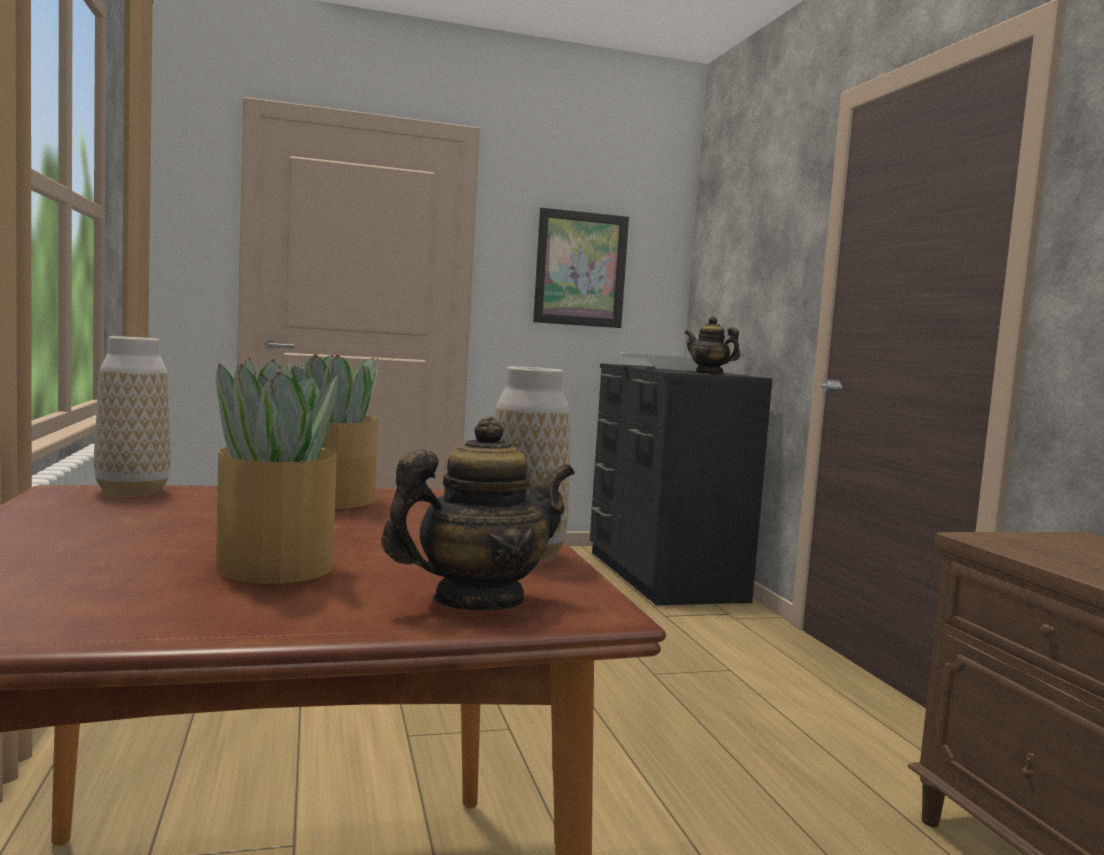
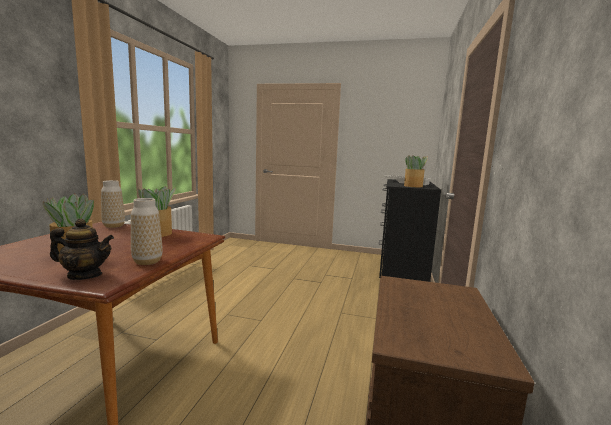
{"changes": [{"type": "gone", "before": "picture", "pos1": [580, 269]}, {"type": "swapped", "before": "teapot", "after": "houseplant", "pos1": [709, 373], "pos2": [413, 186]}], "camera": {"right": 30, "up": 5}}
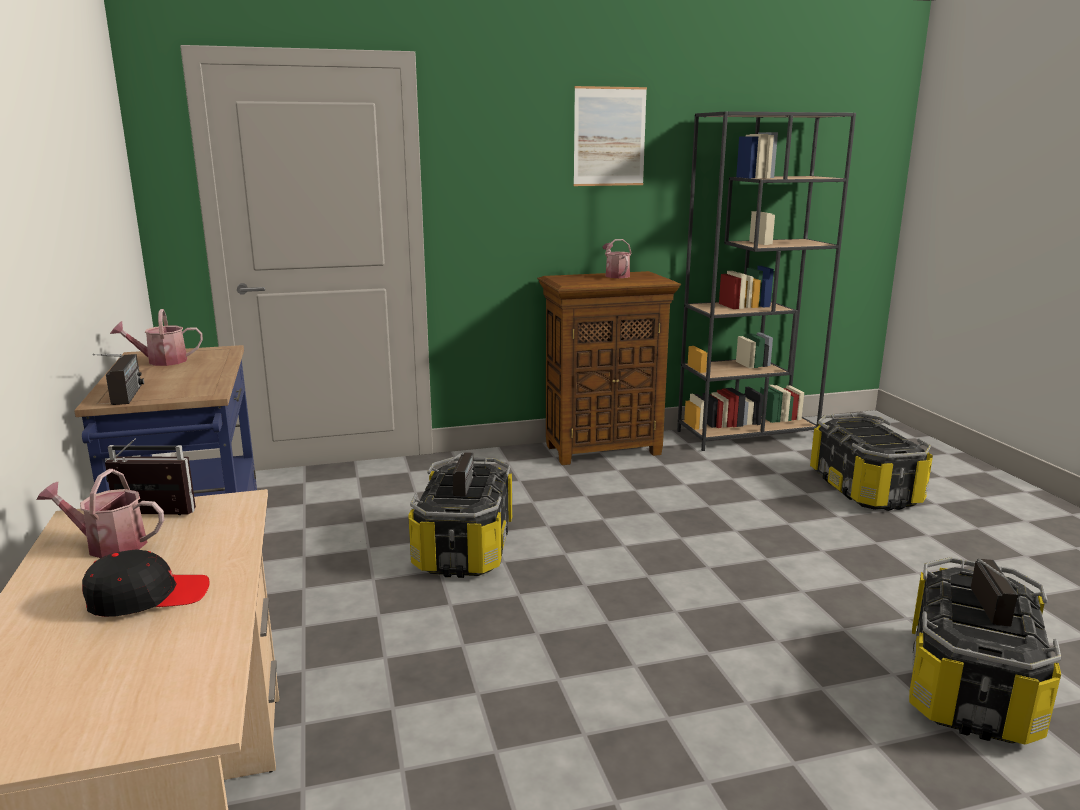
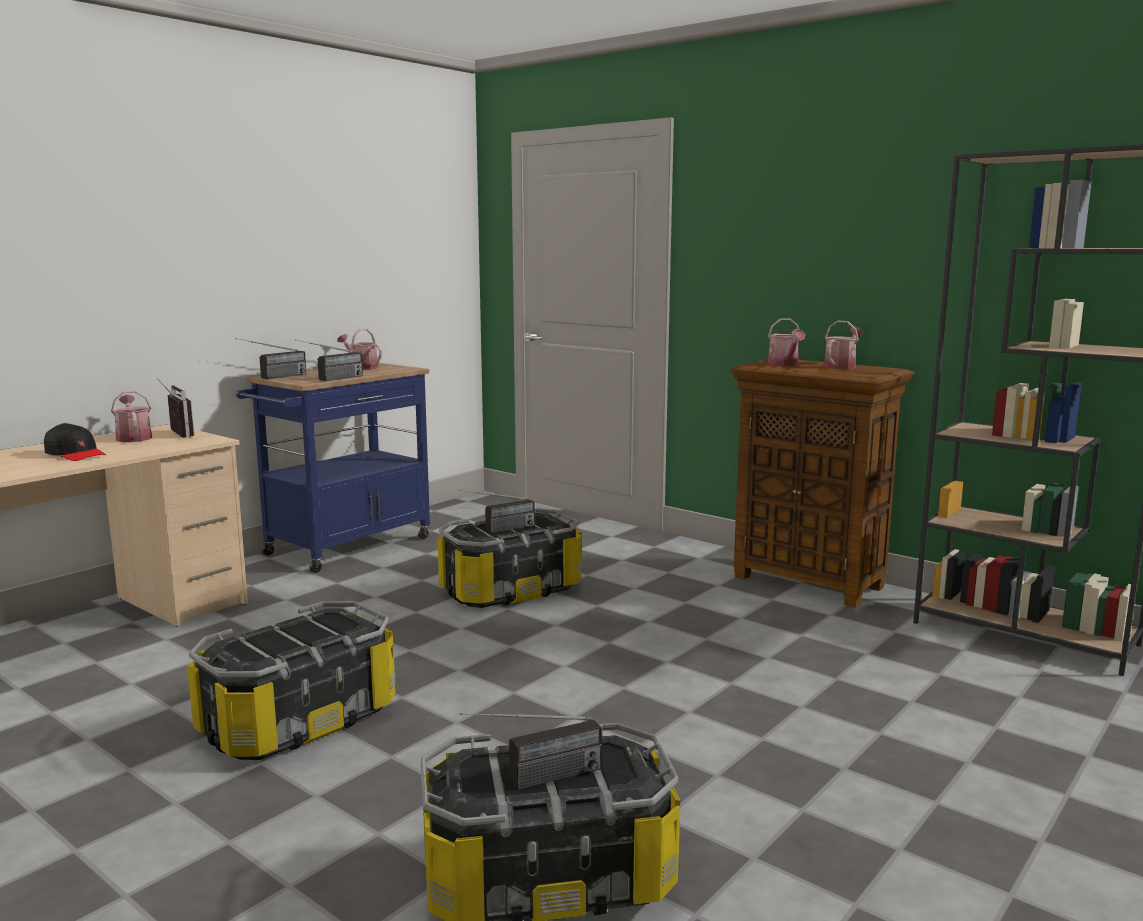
{"changes": [{"type": "gone", "before": "picture", "pos1": [609, 137]}, {"type": "shifted", "before": "storage_box", "pos1": [865, 488], "pos2": [299, 722]}, {"type": "new", "after": "sprinkling_can", "pos2": [784, 364]}, {"type": "new", "after": "radio", "pos2": [331, 379]}], "camera": {"right": 55, "up": -5}}
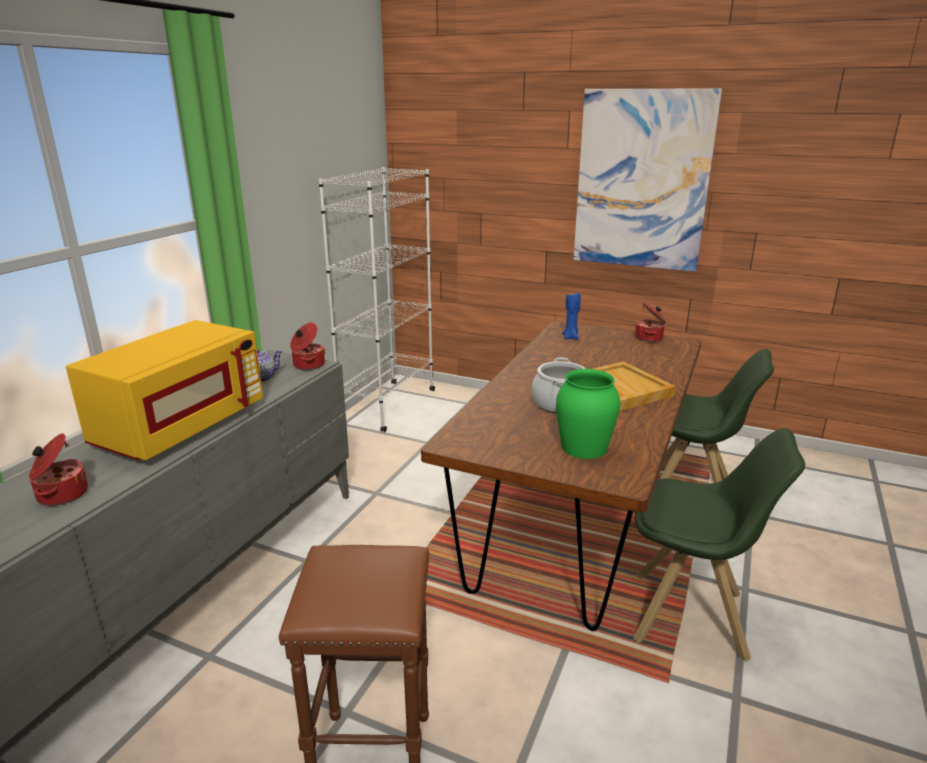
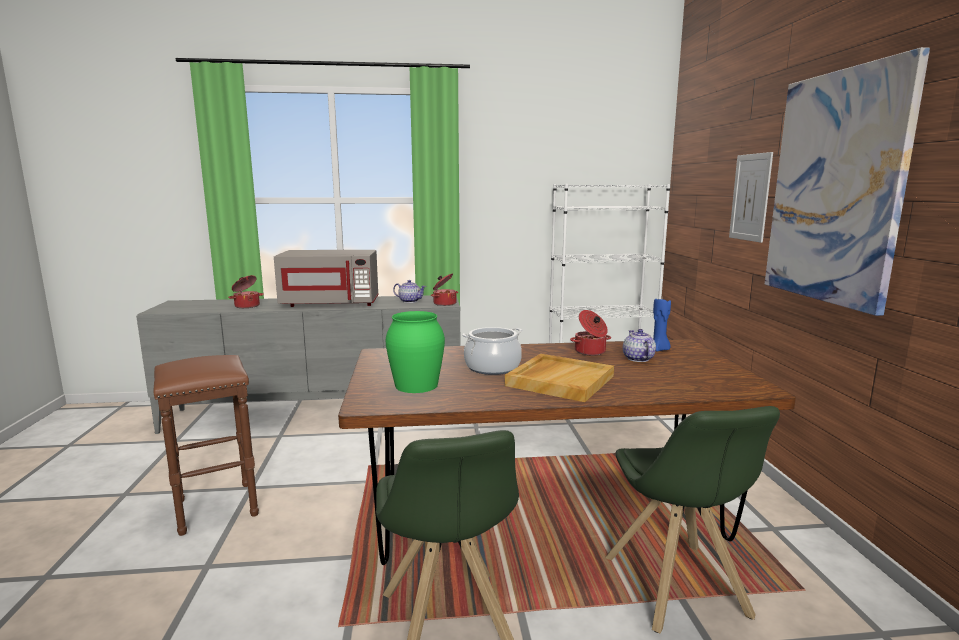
{"changes": [{"type": "shifted", "before": "cooking_pot", "pos1": [649, 338], "pos2": [590, 352]}, {"type": "repainted", "before": "yellow-coloured_microwave_oven", "after": "gray_microwave_oven", "pos1": [180, 426], "pos2": [331, 304]}, {"type": "new", "after": "picture", "pos2": [750, 197]}, {"type": "new", "after": "teapot", "pos2": [638, 359]}], "camera": {"right": 60, "up": -10}}
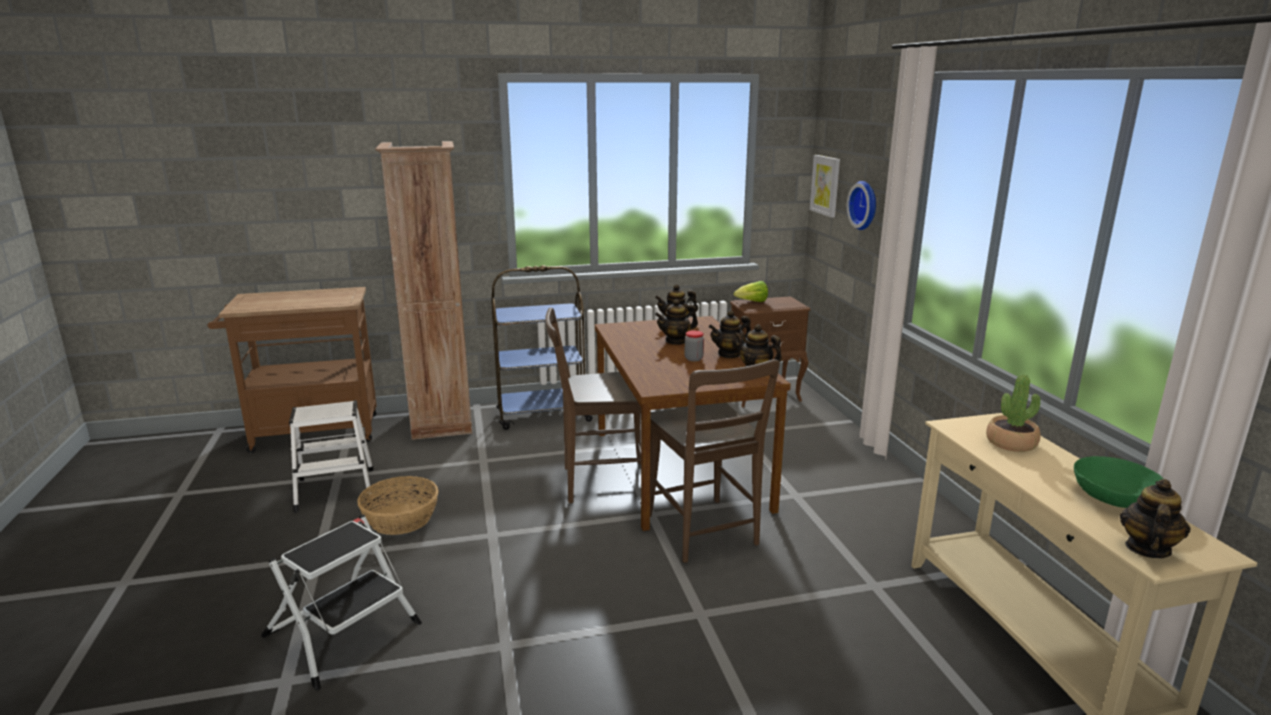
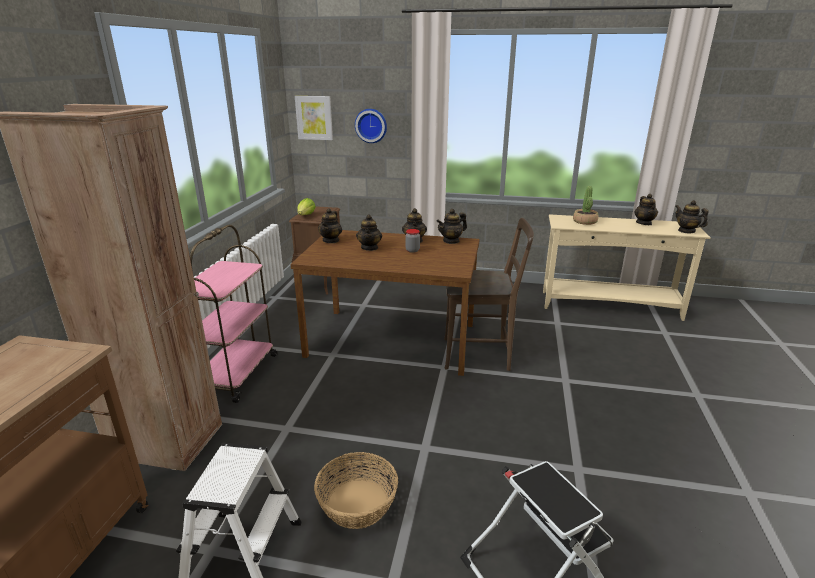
{"changes": [{"type": "repainted", "before": "bluish_cart", "after": "pink-coloured_cart", "pos1": [542, 417], "pos2": [237, 376]}, {"type": "gone", "before": "brownish_chair", "pos1": [600, 482]}, {"type": "swapped", "before": "green_deep_dish", "after": "teapot", "pos1": [1114, 498], "pos2": [644, 223]}], "camera": {"right": -65, "up": 5}}
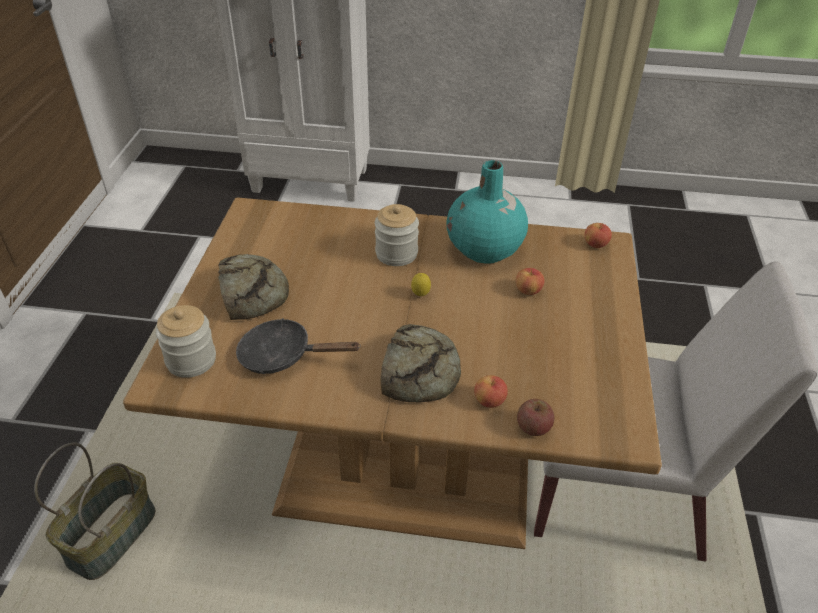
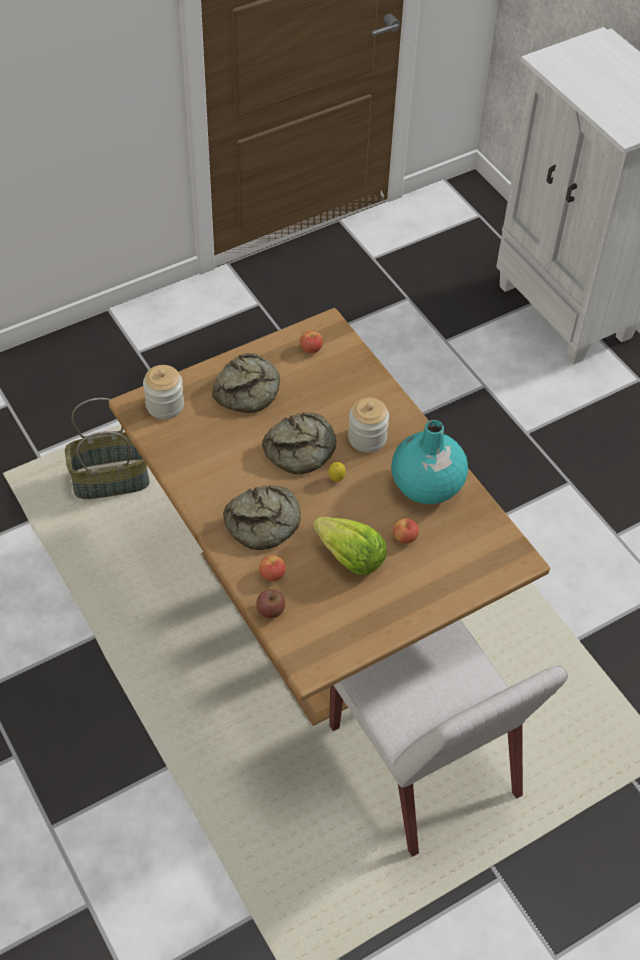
{"changes": [{"type": "shifted", "before": "apple_fruit", "pos1": [595, 244], "pos2": [311, 349]}, {"type": "gone", "before": "black_pan", "pos1": [283, 355]}, {"type": "new", "after": "baked_bread", "pos2": [302, 449]}, {"type": "new", "after": "lettuce_head", "pos2": [350, 558]}], "camera": {"right": 50, "up": 10}}
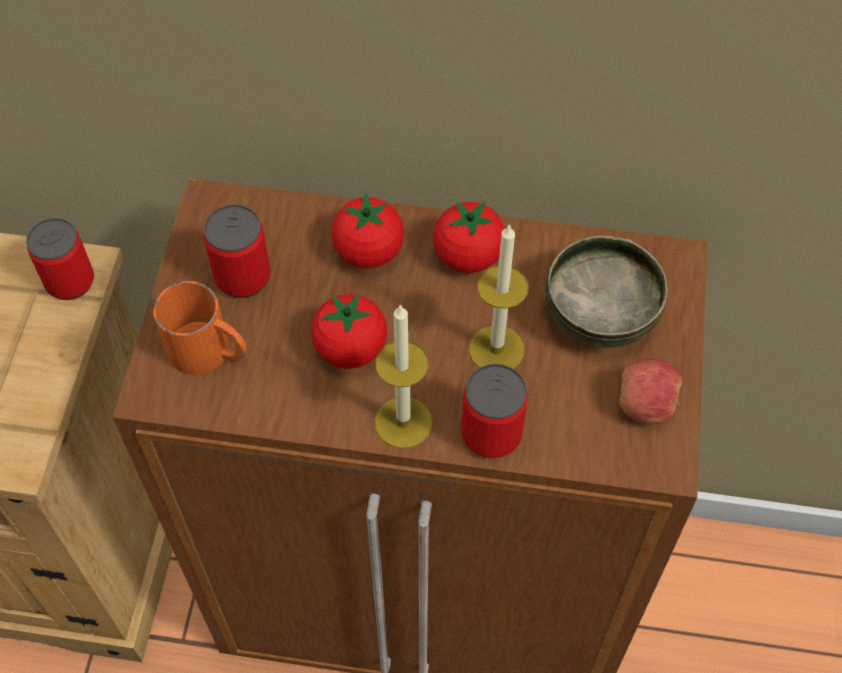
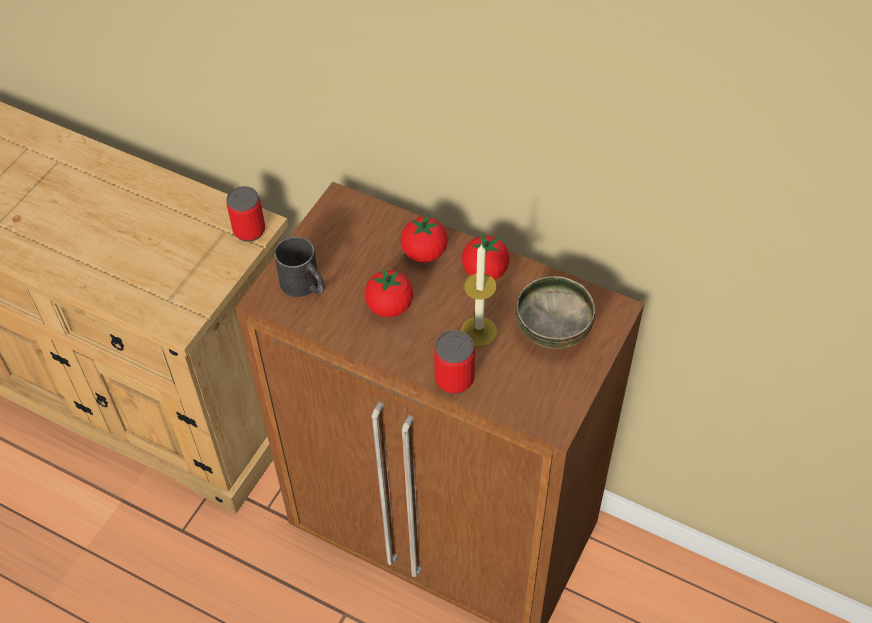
{"changes": [{"type": "gone", "before": "can", "pos1": [243, 277]}, {"type": "repainted", "before": "orangey_mug", "after": "black_mug", "pos1": [210, 352], "pos2": [305, 286]}, {"type": "gone", "before": "wax_candle", "pos1": [403, 422]}, {"type": "gone", "before": "apple_fruit", "pos1": [646, 405]}], "camera": {"right": 20, "up": -5}}
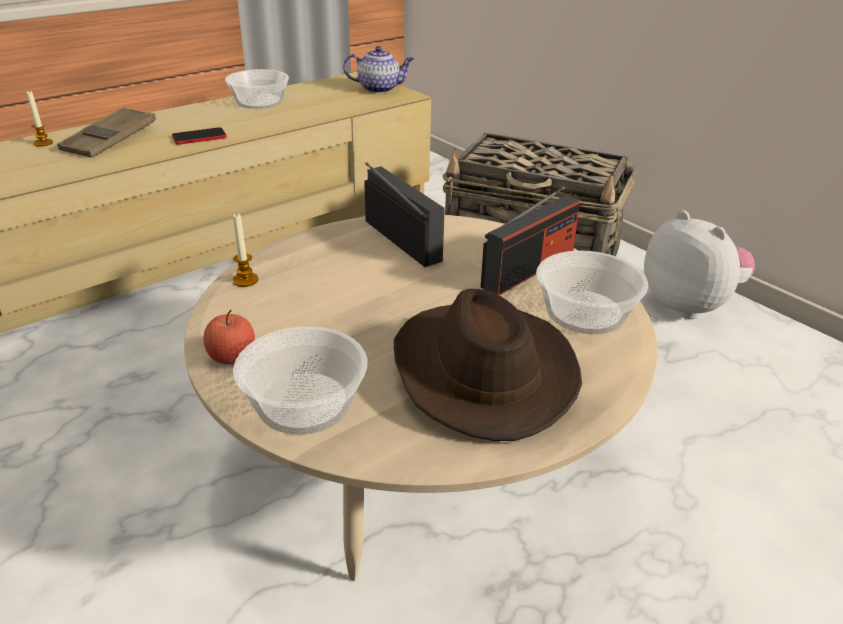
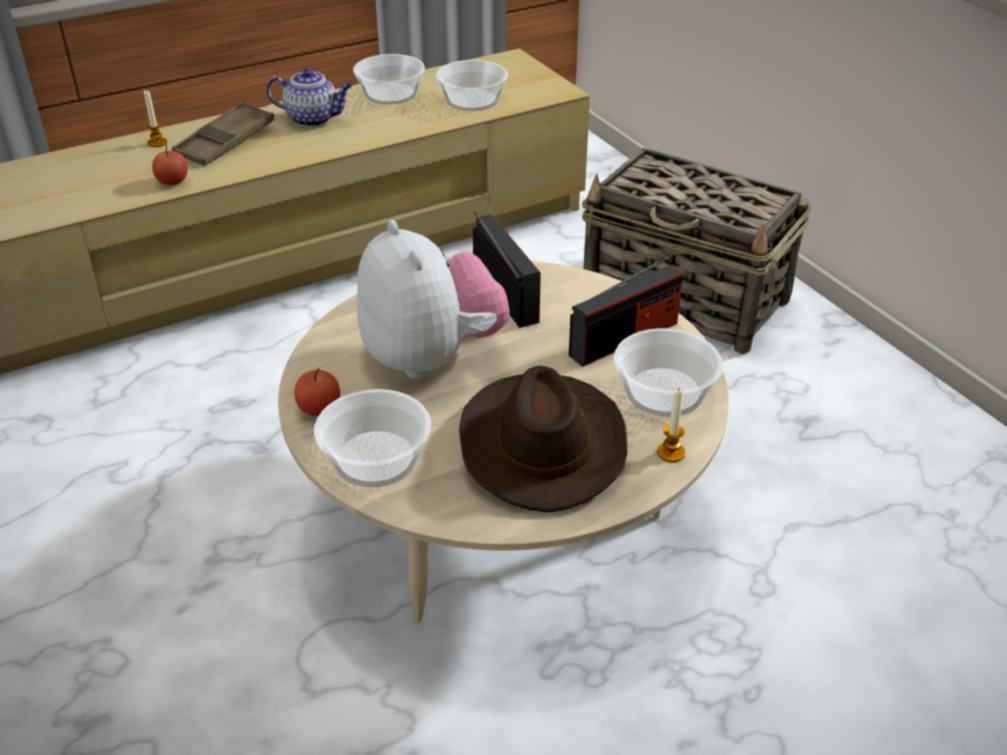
{"changes": [{"type": "shifted", "before": "teapot", "pos1": [380, 89], "pos2": [314, 119]}, {"type": "gone", "before": "telephone", "pos1": [199, 137]}, {"type": "shifted", "before": "cuddly_toy", "pos1": [689, 305], "pos2": [431, 357]}, {"type": "shifted", "before": "wax_candle", "pos1": [245, 280], "pos2": [671, 452]}, {"type": "new", "after": "deep_dish", "pos2": [471, 100]}, {"type": "new", "after": "apple_fruit", "pos2": [172, 181]}], "camera": {"right": 10, "up": 5}}
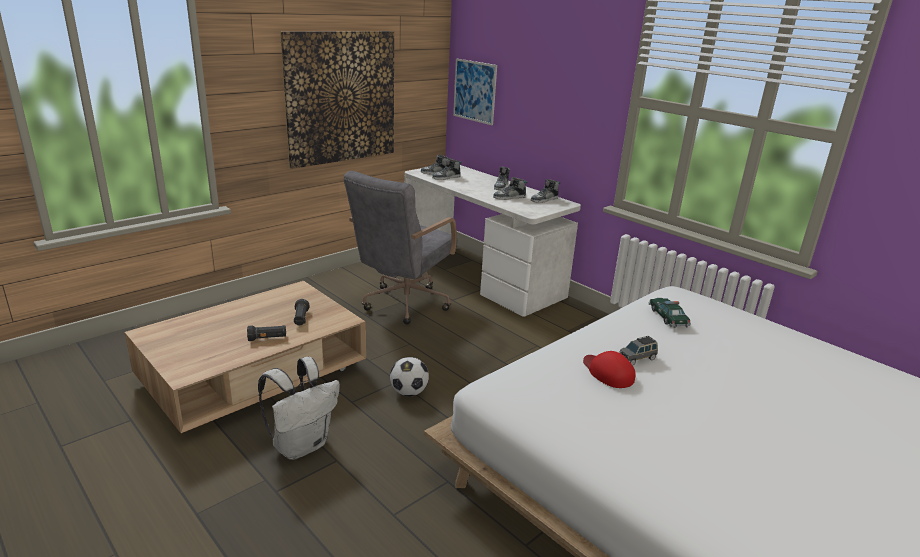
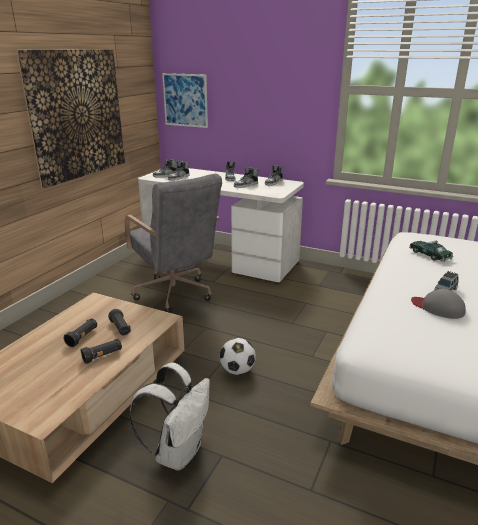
{"changes": [{"type": "rotated", "before": "gray_computer_chair", "pos1": [403, 306], "pos2": [176, 296], "turn": -45}, {"type": "repainted", "before": "red_baseball_cap", "after": "gray_baseball_cap", "pos1": [607, 372], "pos2": [438, 308]}, {"type": "new", "after": "black_torch", "pos2": [82, 337]}], "camera": {"right": -20, "up": 0}}
